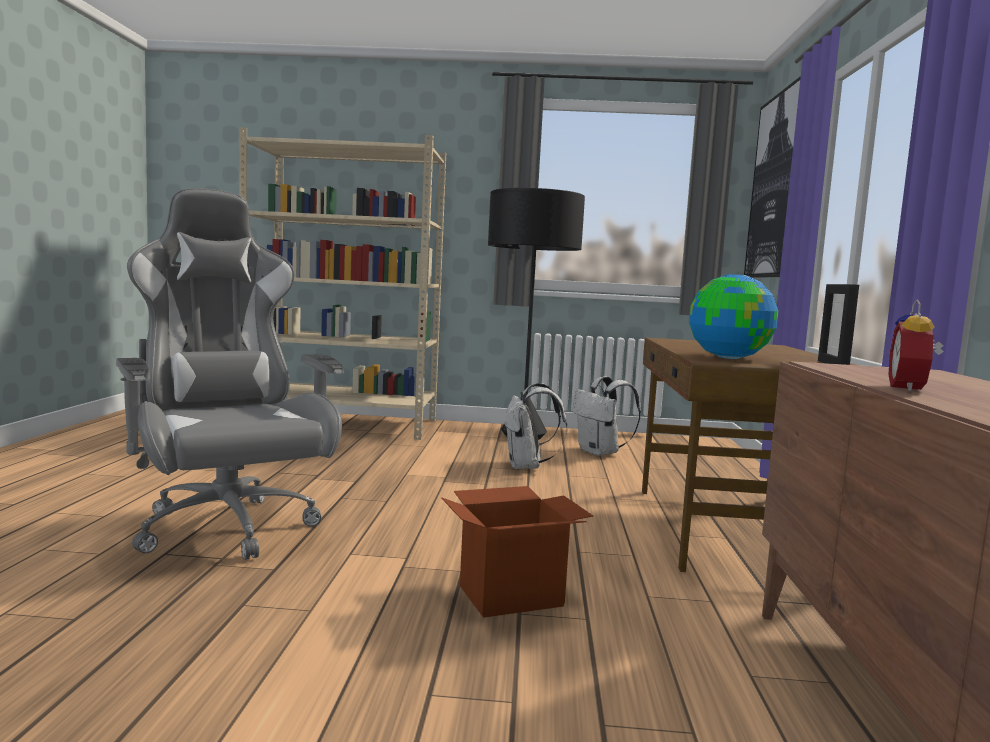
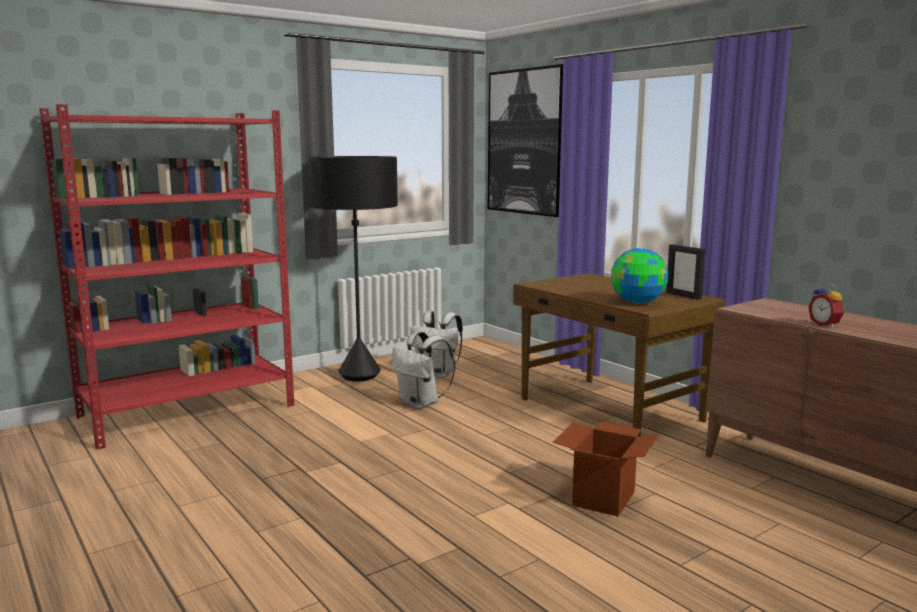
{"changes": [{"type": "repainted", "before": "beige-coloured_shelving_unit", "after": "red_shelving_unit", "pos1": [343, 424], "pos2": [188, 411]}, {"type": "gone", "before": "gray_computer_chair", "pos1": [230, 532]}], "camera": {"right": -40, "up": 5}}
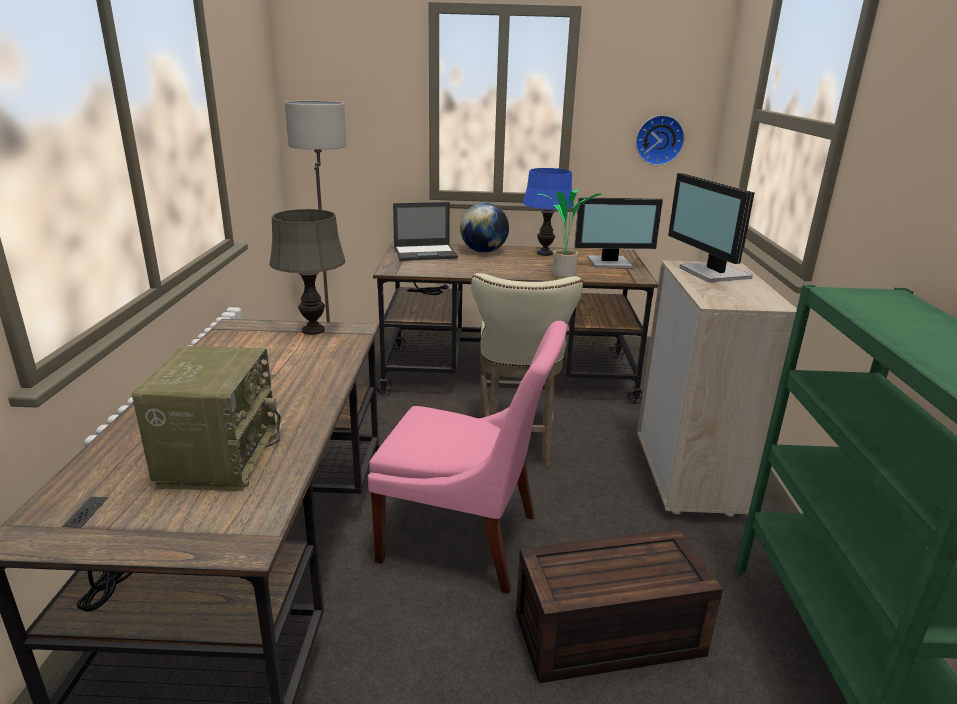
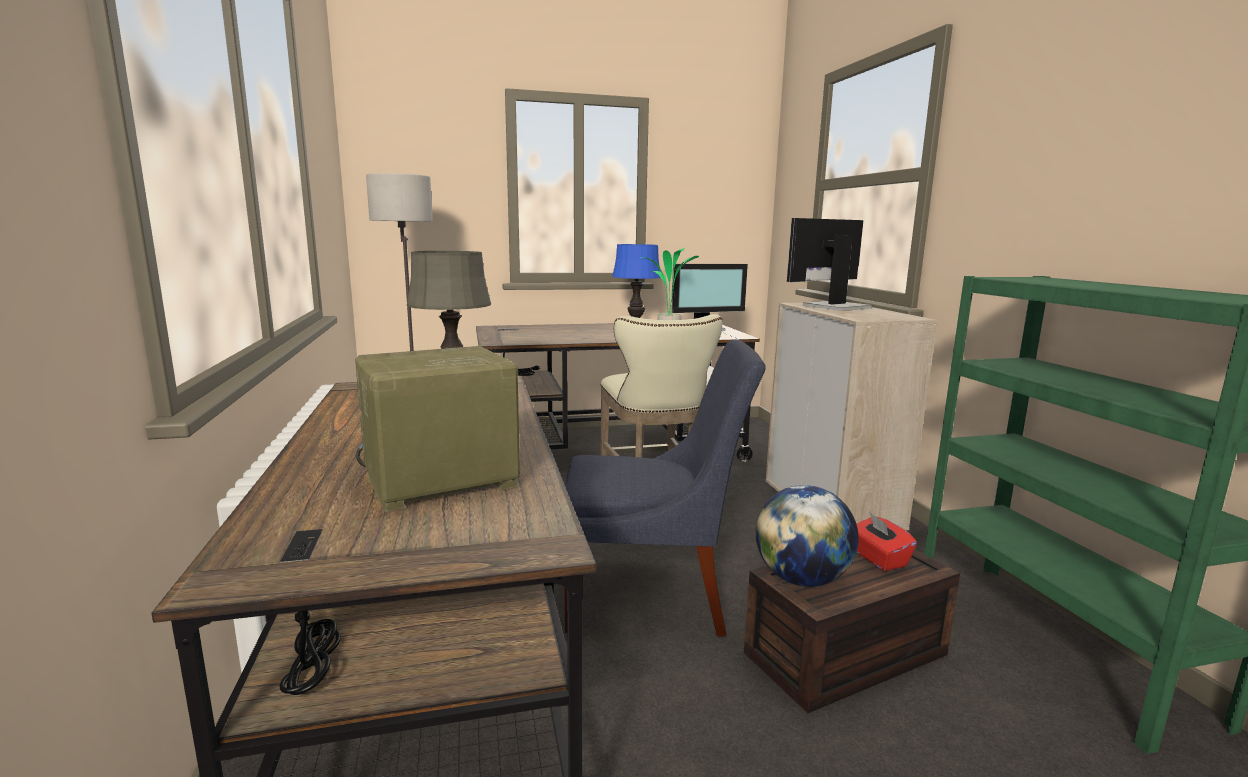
{"changes": [{"type": "gone", "before": "hanging_clock", "pos1": [659, 140]}, {"type": "rotated", "before": "computer_screen", "pos1": [712, 273], "pos2": [833, 306], "turn": 90}, {"type": "gone", "before": "laptop", "pos1": [426, 253]}, {"type": "shifted", "before": "globe", "pos1": [483, 251], "pos2": [801, 579]}, {"type": "repainted", "before": "pink-coloured_chair", "after": "bluish_chair", "pos1": [466, 540], "pos2": [653, 596]}, {"type": "rotated", "before": "radio", "pos1": [218, 458], "pos2": [438, 482], "turn": -105}, {"type": "new", "after": "red_box_of_tissues", "pos2": [877, 558]}], "camera": {"right": -15, "up": -10}}
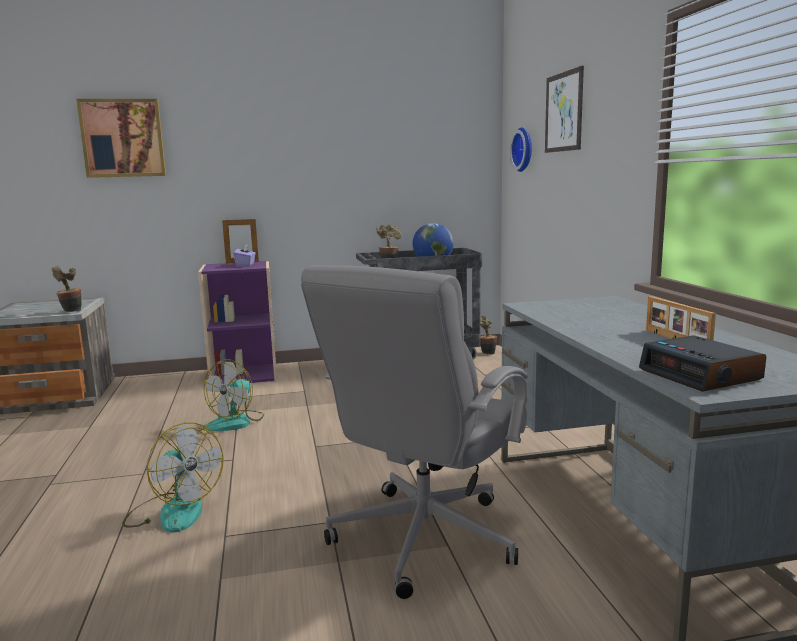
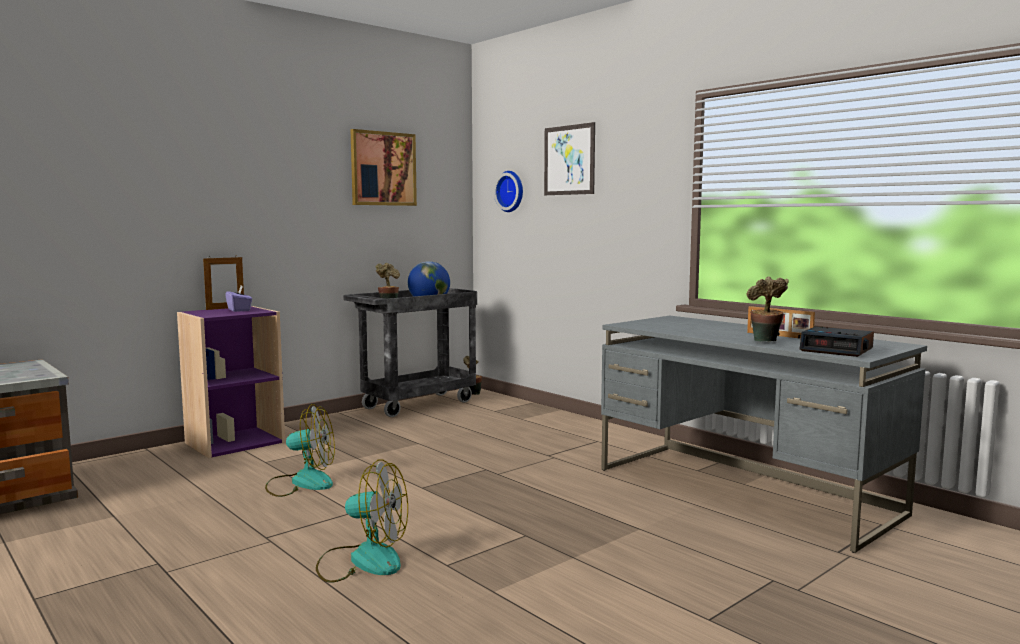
{"changes": [{"type": "shifted", "before": "picture", "pos1": [123, 138], "pos2": [383, 169]}, {"type": "shifted", "before": "houseplant", "pos1": [70, 312], "pos2": [766, 342]}, {"type": "gone", "before": "gray_computer_chair", "pos1": [425, 535]}, {"type": "rotated", "before": "cooling_fan", "pos1": [236, 422], "pos2": [301, 482], "turn": -90}], "camera": {"right": -30, "up": -5}}
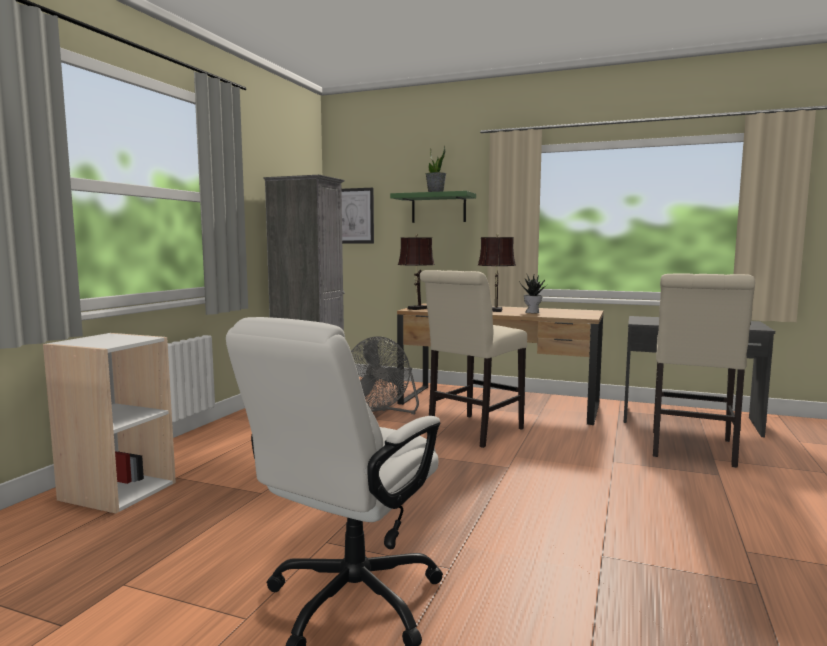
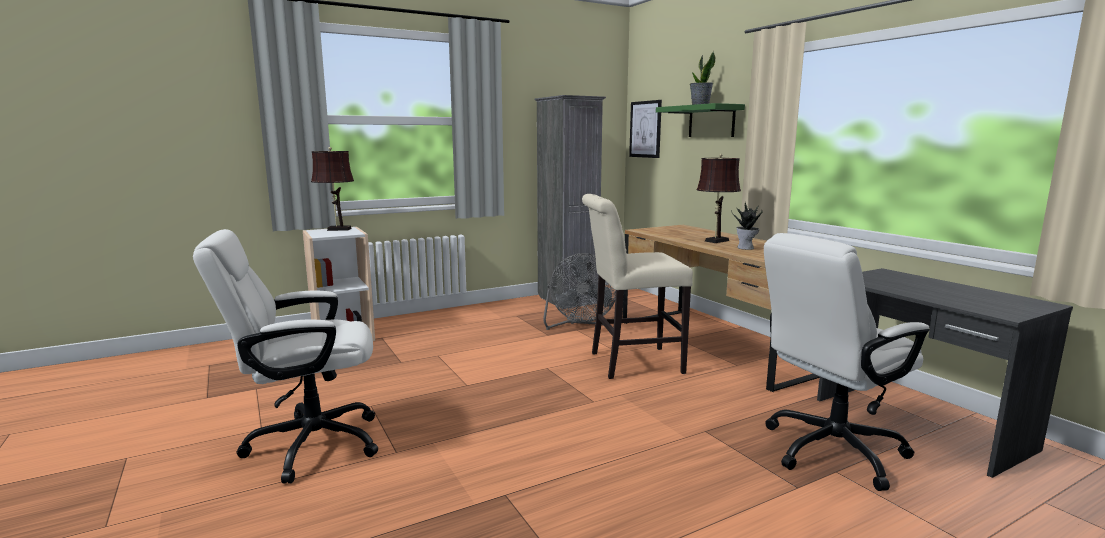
{"changes": [{"type": "shifted", "before": "brownish_tabletop_lamp", "pos1": [416, 309], "pos2": [337, 229]}, {"type": "swapped", "before": "beige-coloured_sitting_stool", "after": "white_computer_chair", "pos1": [691, 450], "pos2": [829, 453]}], "camera": {"right": 40, "up": 5}}
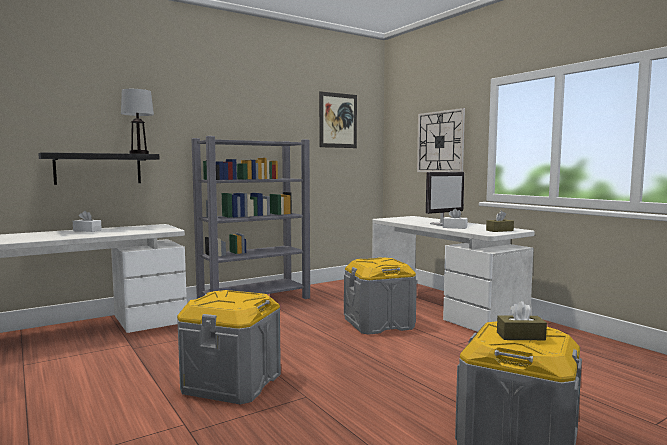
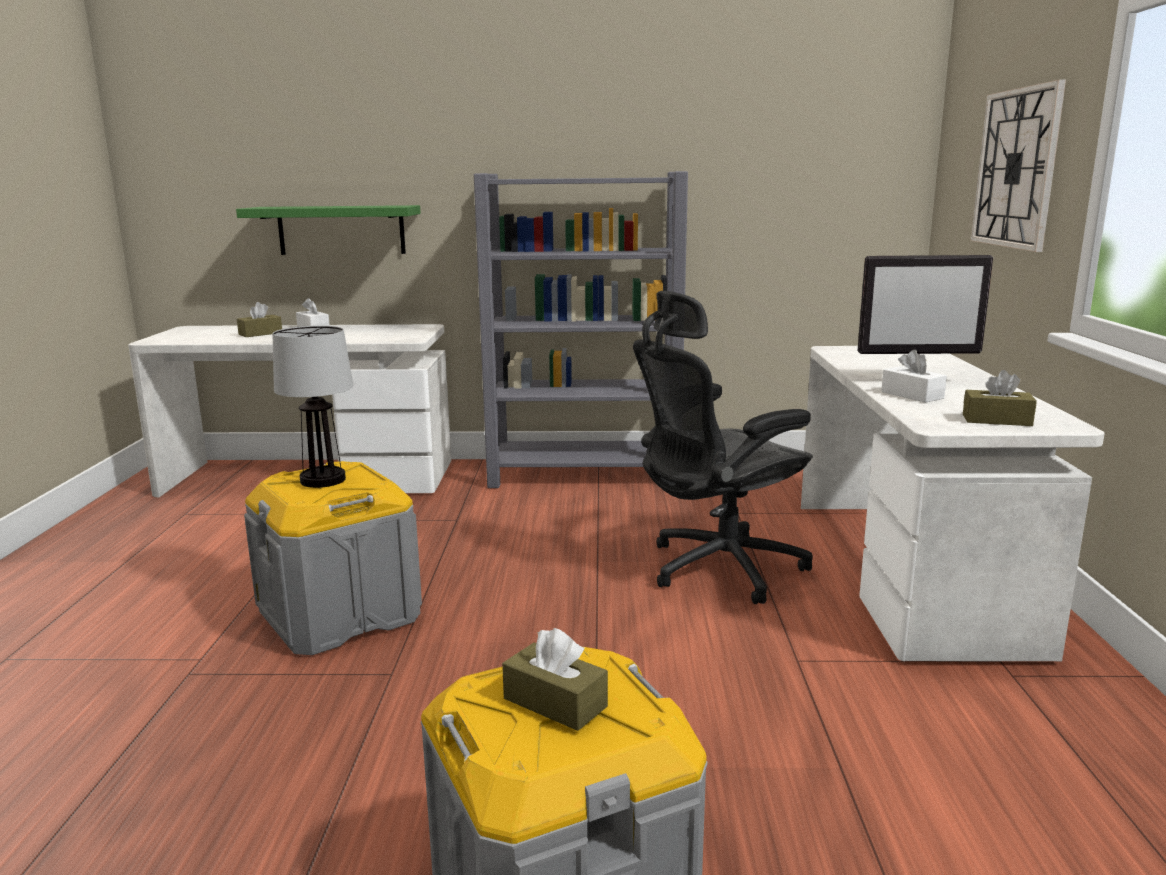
{"changes": [{"type": "shifted", "before": "tabletop_lamp", "pos1": [139, 154], "pos2": [324, 480]}, {"type": "gone", "before": "picture", "pos1": [338, 120]}, {"type": "repainted", "before": "black_bracket_shelf", "after": "green_bracket_shelf", "pos1": [98, 169], "pos2": [341, 230]}, {"type": "swapped", "before": "gray_storage_box", "after": "computer_chair", "pos1": [378, 324], "pos2": [718, 571]}, {"type": "new", "after": "brownish_box_of_tissues", "pos2": [260, 334]}], "camera": {"right": 35, "up": 10}}
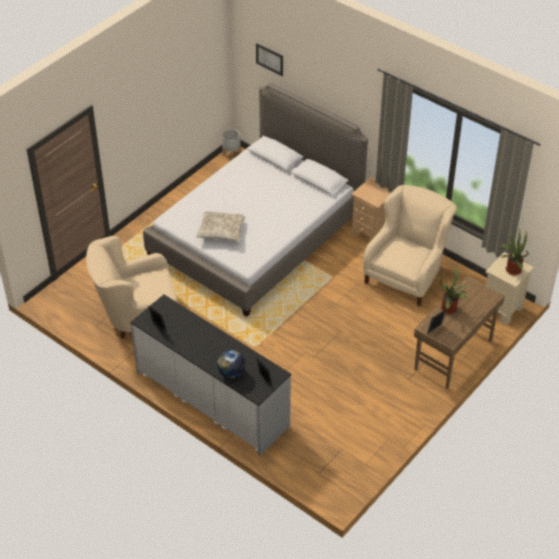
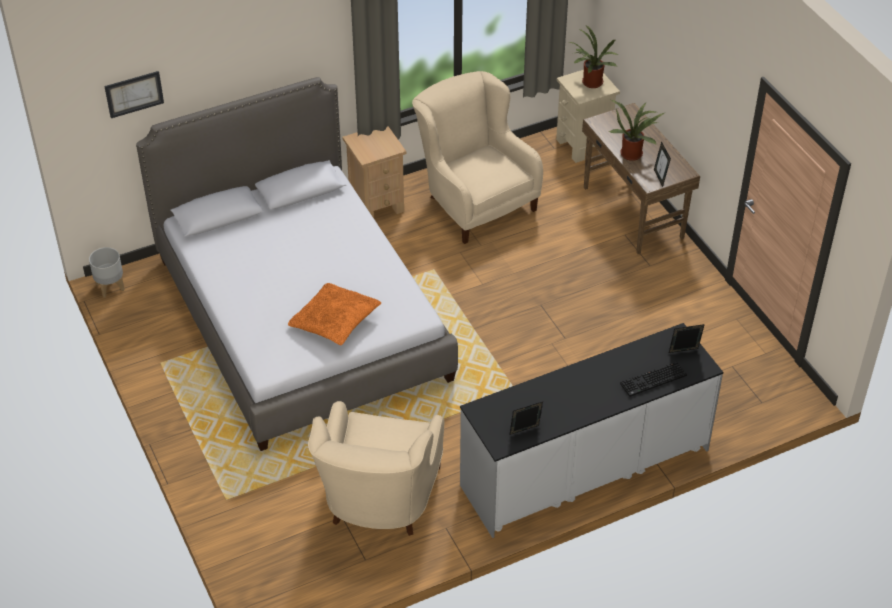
{"changes": [{"type": "repainted", "before": "beige-coloured_throw_pillow", "after": "orangey_throw_pillow", "pos1": [221, 232], "pos2": [335, 321]}, {"type": "swapped", "before": "globe", "after": "computer_keyboard", "pos1": [231, 373], "pos2": [653, 381]}], "camera": {"right": -65, "up": 0}}
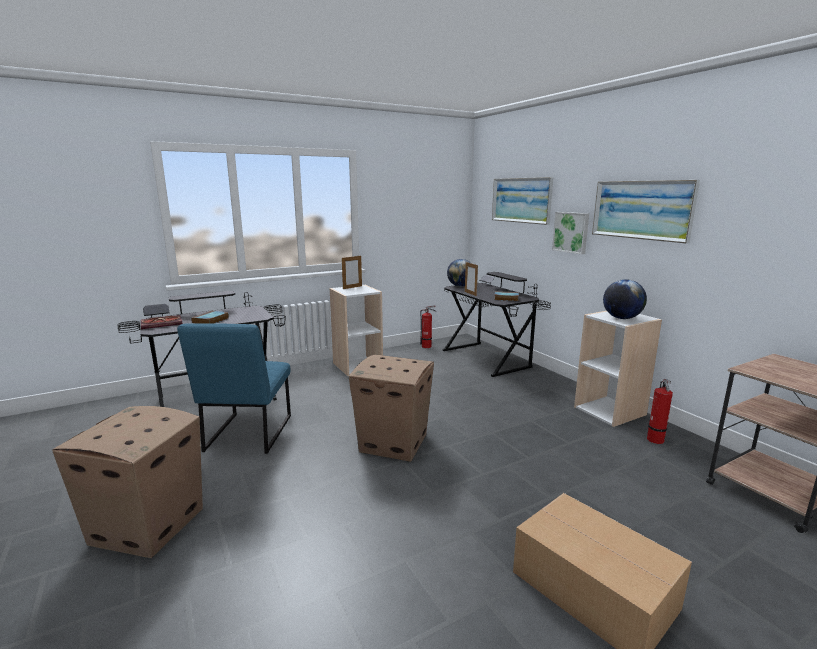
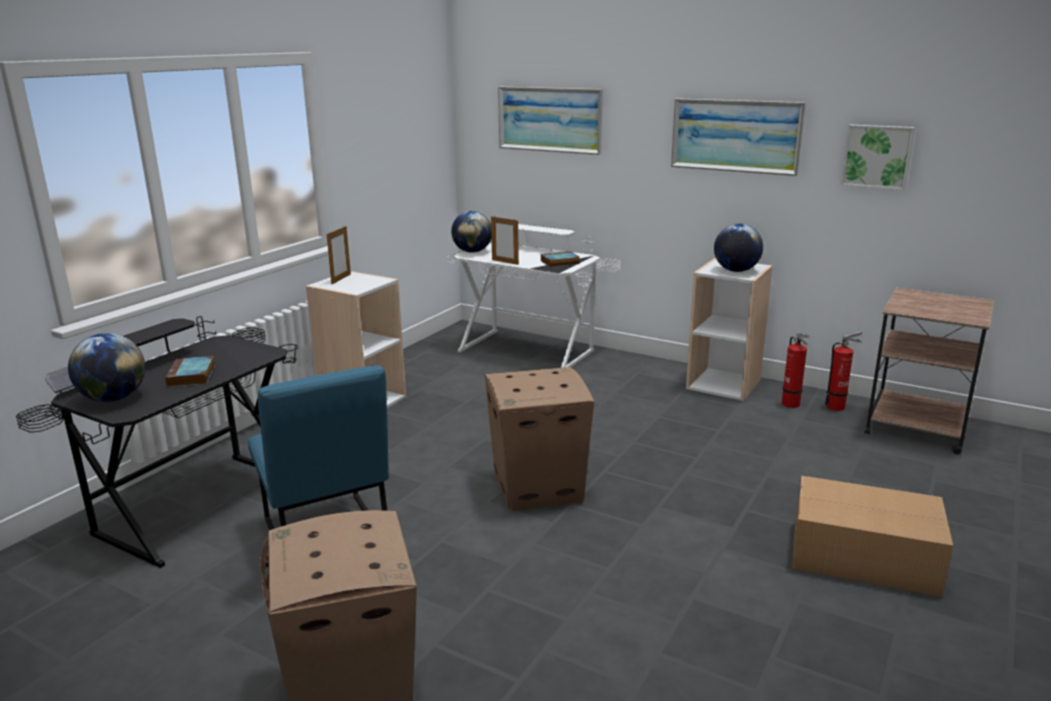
{"changes": [{"type": "shifted", "before": "picture", "pos1": [571, 232], "pos2": [877, 156]}, {"type": "repainted", "before": "black_desk_table", "after": "white_desk_table", "pos1": [487, 358], "pos2": [528, 350]}, {"type": "shifted", "before": "extinguisher", "pos1": [427, 346], "pos2": [838, 406]}, {"type": "swapped", "before": "bound_book", "after": "globe", "pos1": [162, 323], "pos2": [113, 399]}], "camera": {"right": -30, "up": 5}}
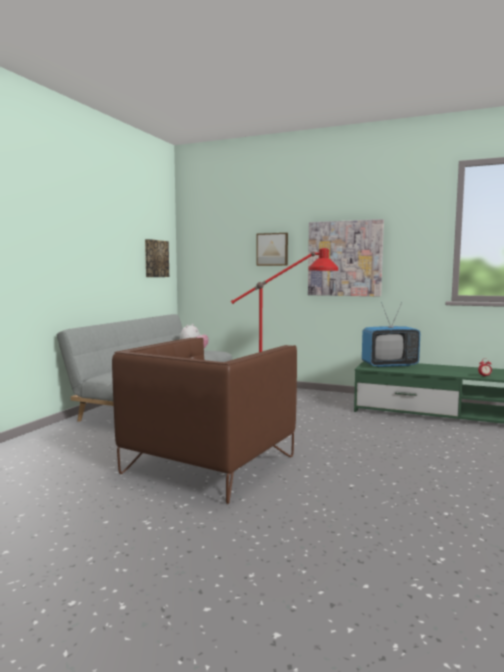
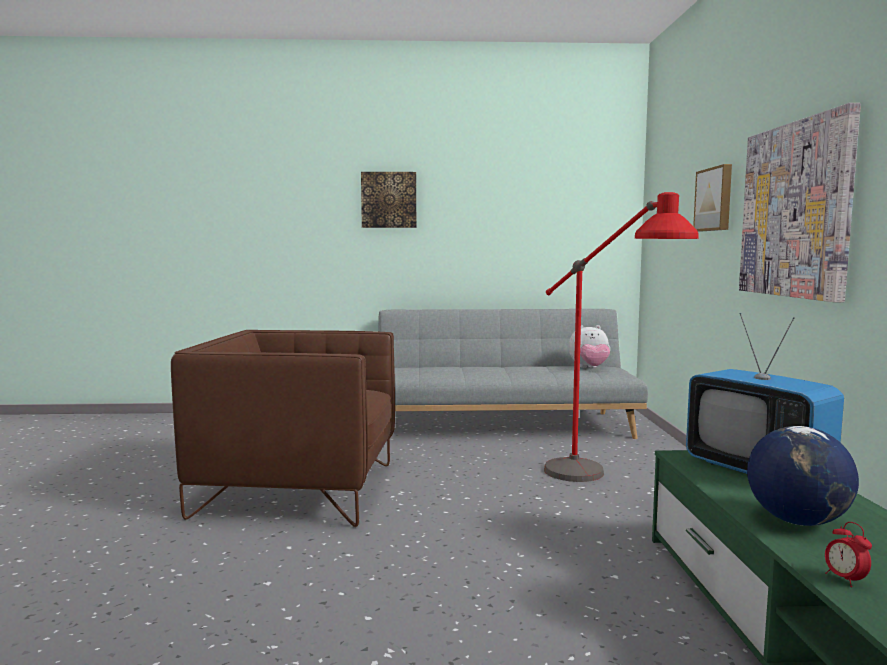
{"changes": [{"type": "shifted", "before": "picture", "pos1": [156, 258], "pos2": [389, 200]}, {"type": "new", "after": "globe", "pos2": [797, 521]}], "camera": {"right": 65, "up": 0}}
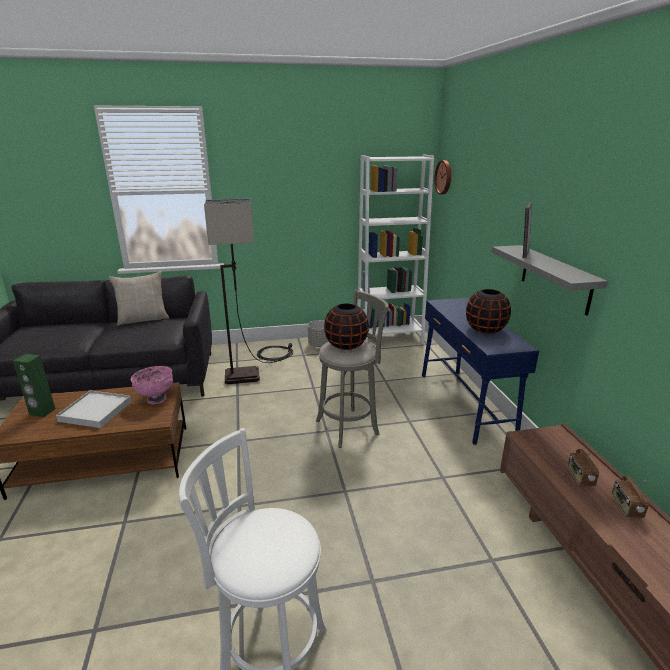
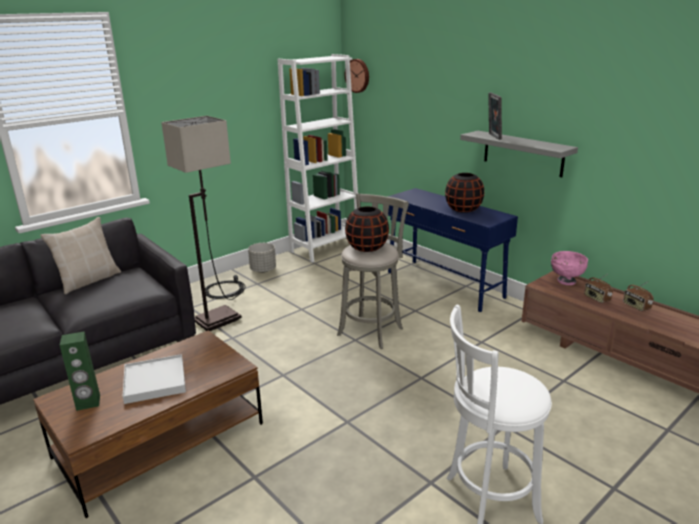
{"changes": [{"type": "shifted", "before": "pink-coloured_deep_dish", "pos1": [156, 399], "pos2": [566, 281]}], "camera": {"right": -30, "up": 0}}
